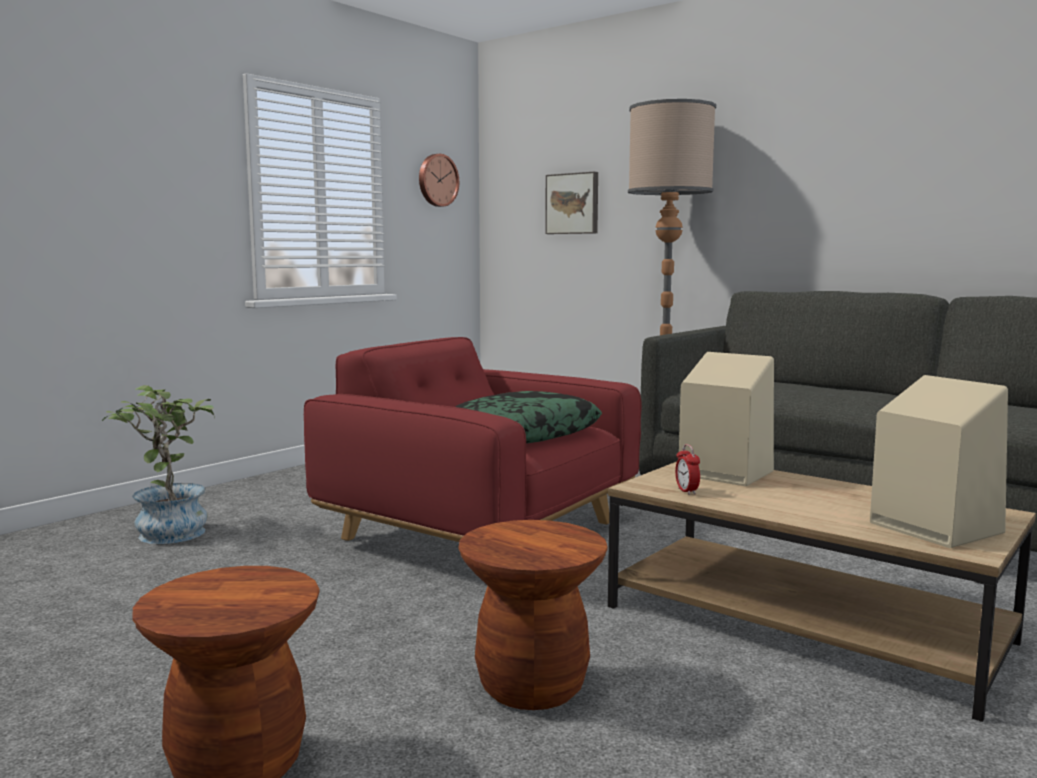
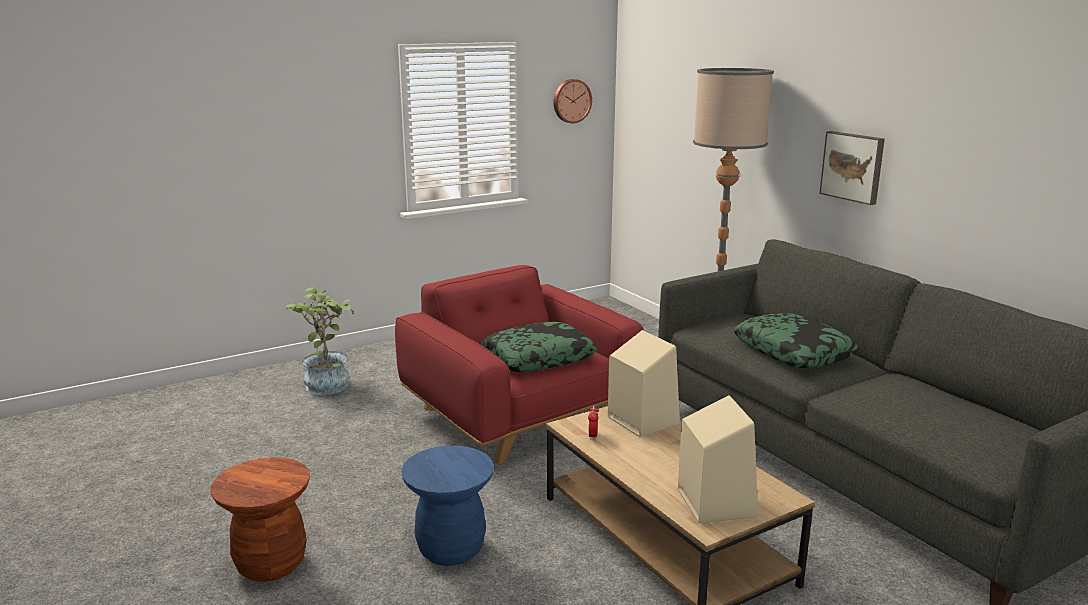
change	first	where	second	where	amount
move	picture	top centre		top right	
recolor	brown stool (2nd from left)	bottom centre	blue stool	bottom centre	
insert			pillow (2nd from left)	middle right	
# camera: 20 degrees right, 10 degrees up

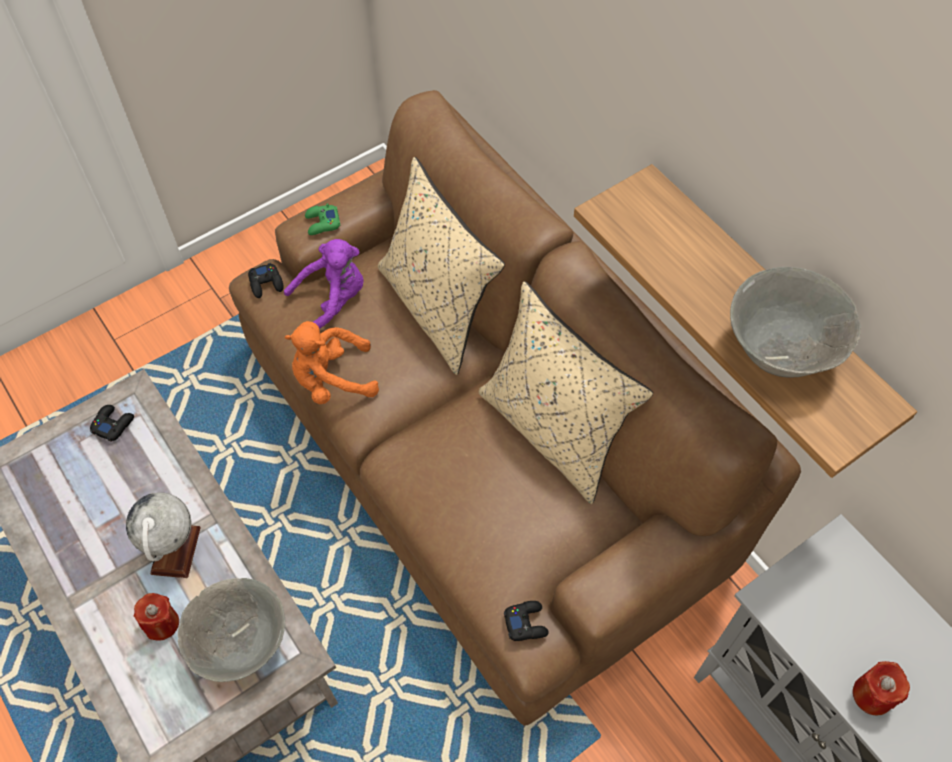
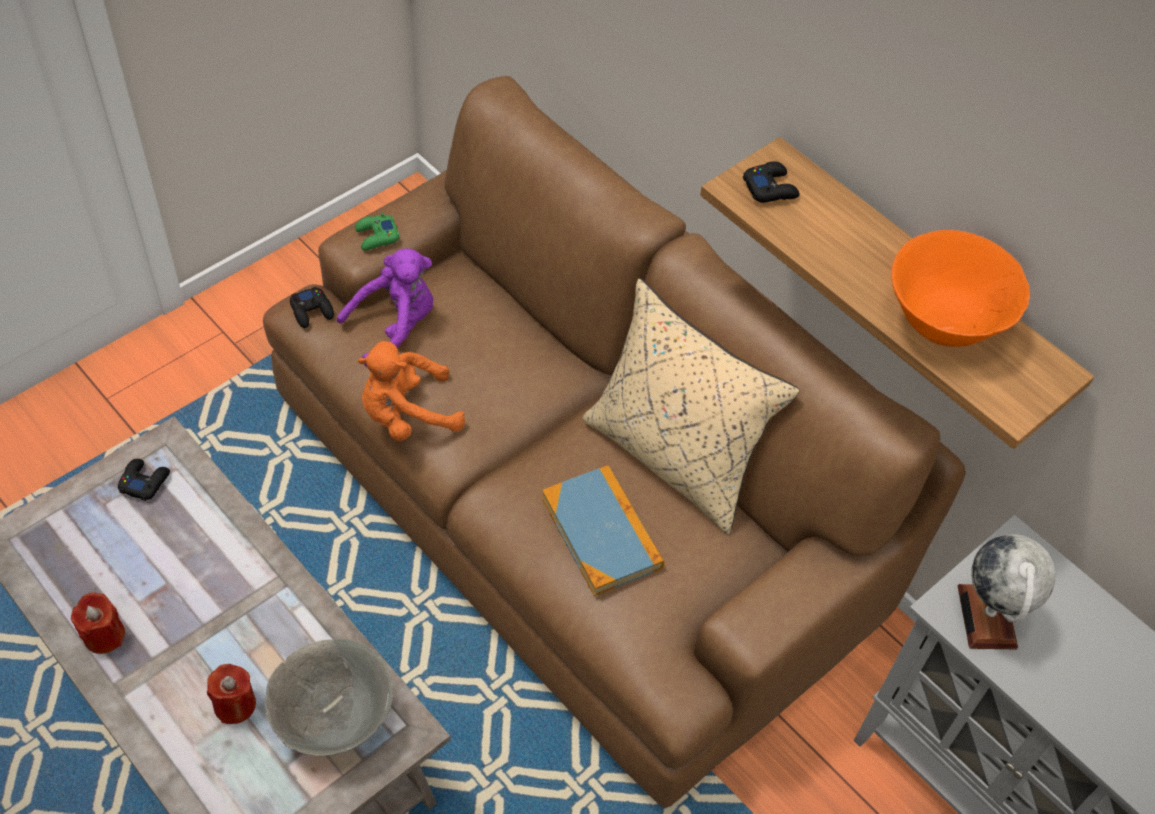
change	first	where	second	where	amount
delete	beige pillow (1st from left)	centre			
recolor	grey bowl (2nd from left)	middle right	orange bowl	middle right	
move	globe	bottom left		bottom right	
move	black game controller (3rd from left)	bottom centre		top right	
move	red candle (2nd from left in the first image)	bottom right	red candle (1st from left)	bottom left	
insert			book	centre	
# camera: 10 degrees left, 5 degrees down

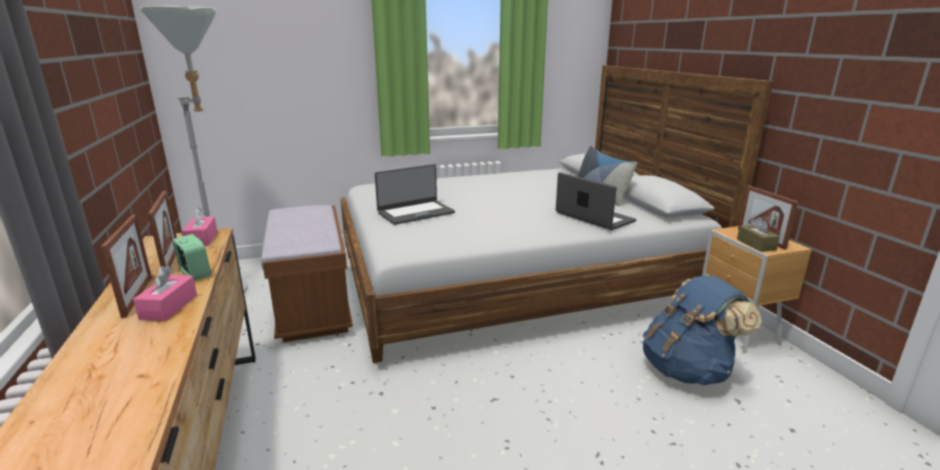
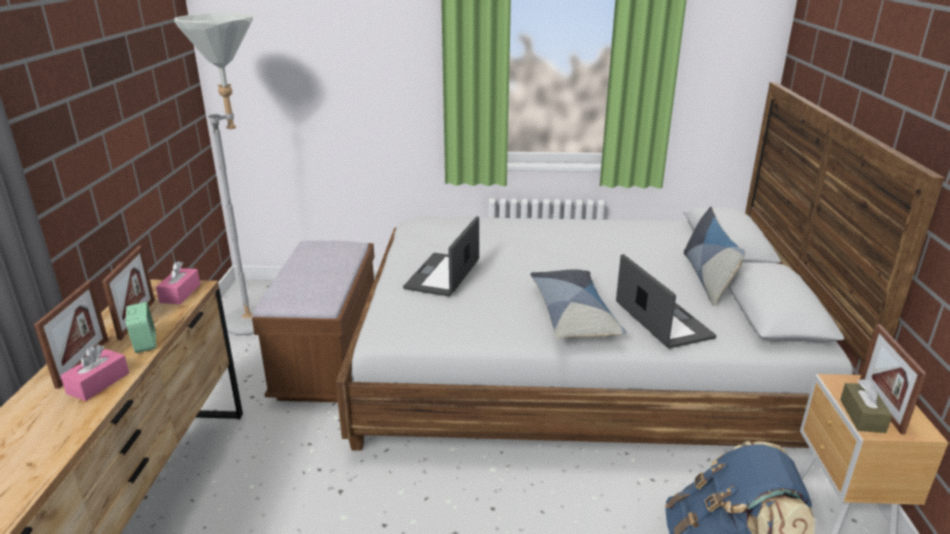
change	first	where	second	where	amount
rotate	laptop (1st from left)	centre		centre	120 degrees clockwise
insert			pillow (1st from left)	centre	
# camera: 20 degrees right, 5 degrees up

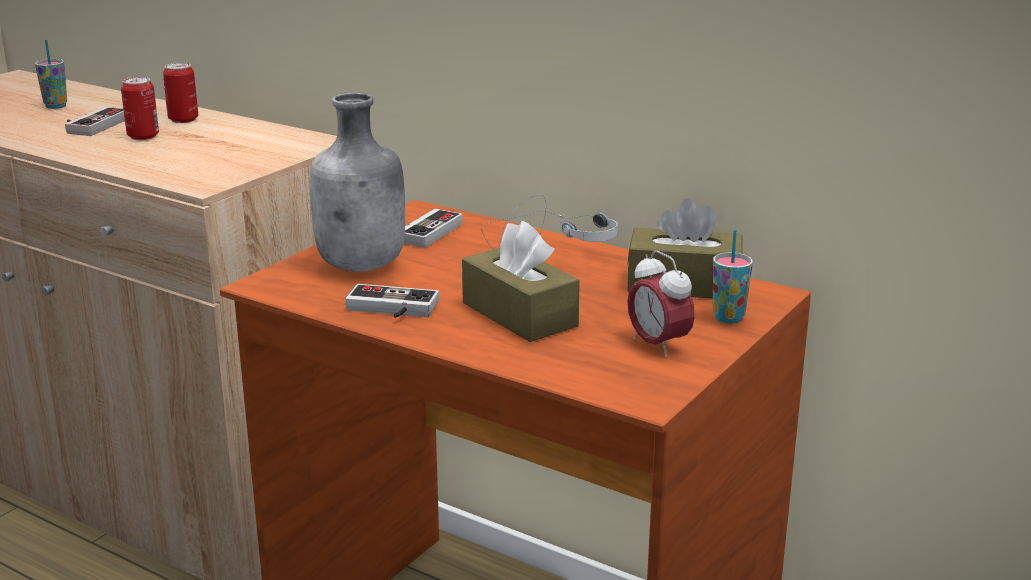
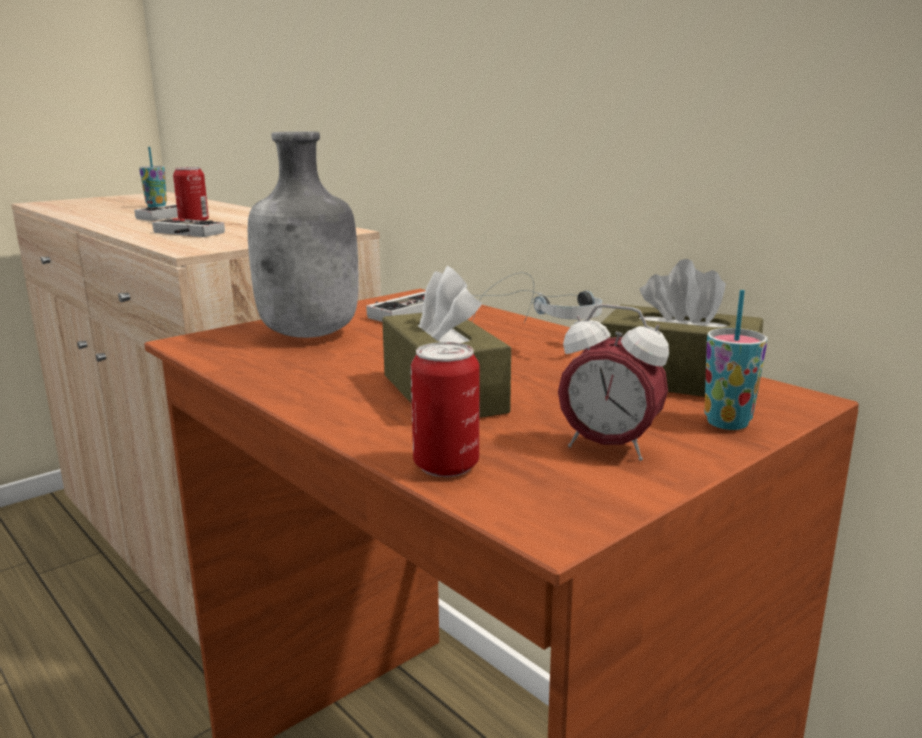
change	first	where	second	where	amount
move	can (2nd from left)	top left		centre	
rotate	alarm clock	centre		centre	45 degrees counterclockwise
move	game controller (2nd from left)	centre		top left	
# camera: 15 degrees right, 5 degrees down

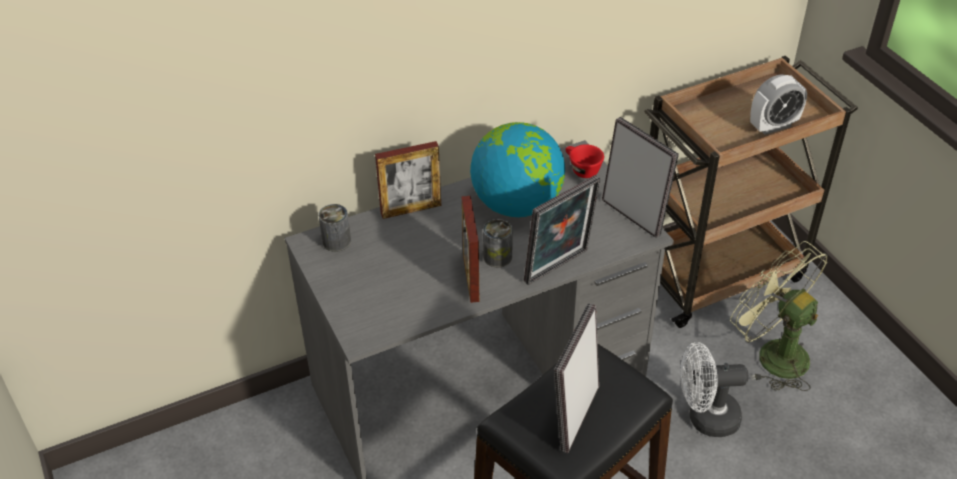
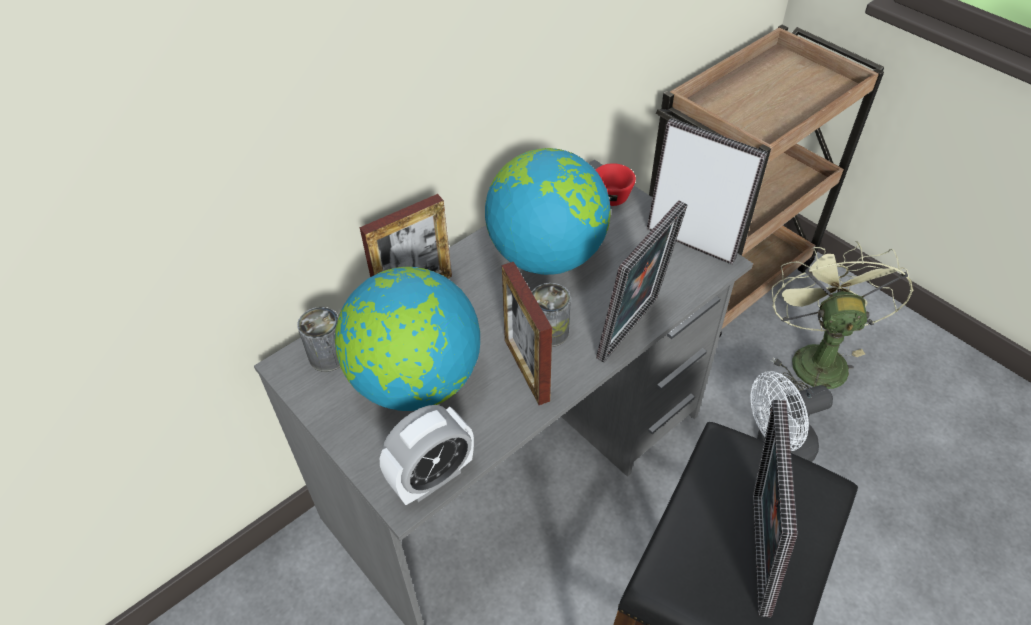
change	first	where	second	where	amount
move	alarm clock	top right		bottom centre	
rotate	green fan	middle right		middle right	60 degrees clockwise
insert			globe (1st from left)	centre	
# camera: 15 degrees left, 5 degrees up

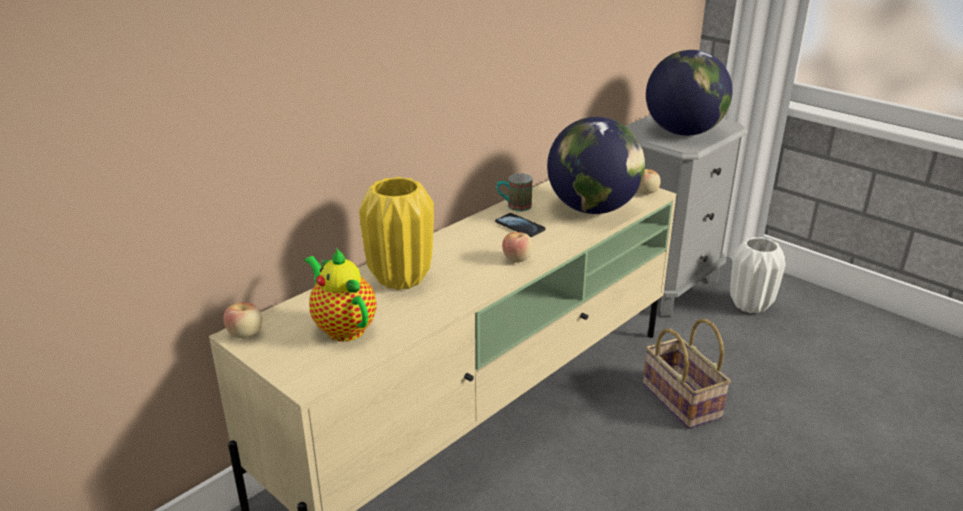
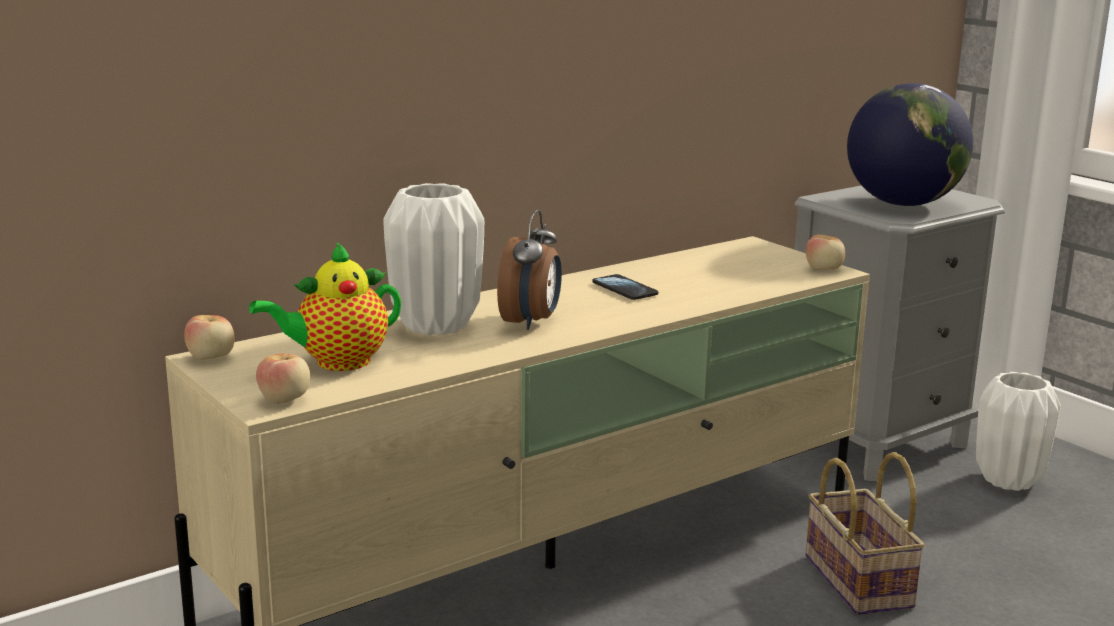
change	first	where	second	where	amount
delete	globe (1st from left)	top centre			
delete	mug	centre			
recolor	yellow vase	centre	white vase (1st from left)	centre	
move	apple (2nd from left)	centre		middle left	
rotate	teapot	centre		middle left	90 degrees counterclockwise
insert			alarm clock	centre	
# camera: 10 degrees right, 10 degrees down

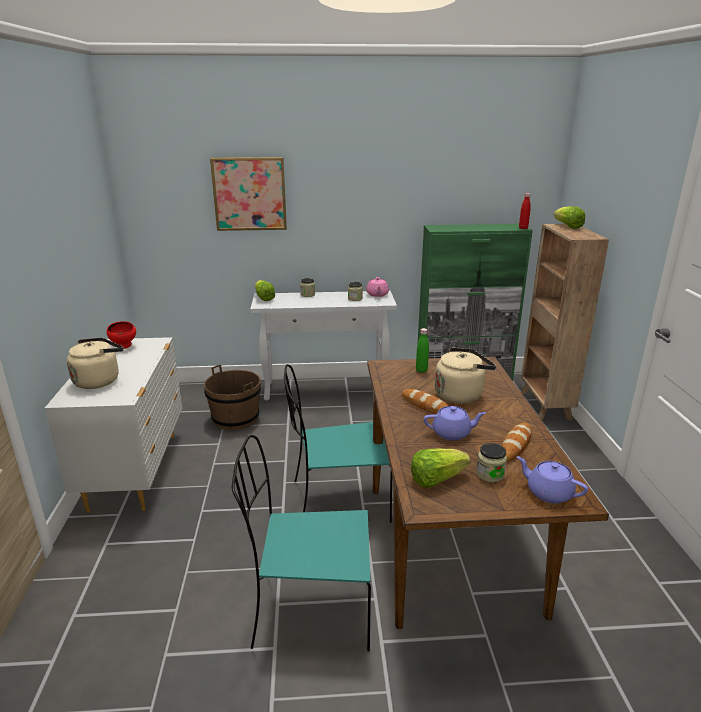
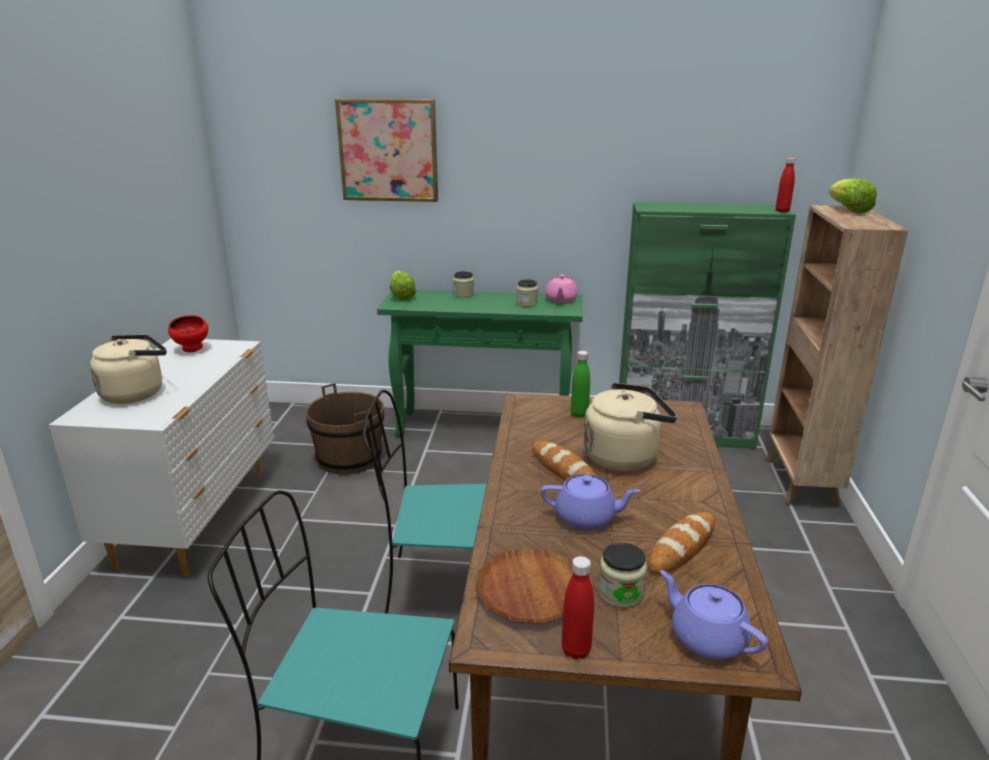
change	first	where	second	where	amount
recolor	white console table	centre	green console table	centre	
replace	lettuce (2nd from left)	centre	brown plate	bottom centre	
insert			red bottle (1st from left)	bottom centre	
# camera: 10 degrees right, 0 degrees up

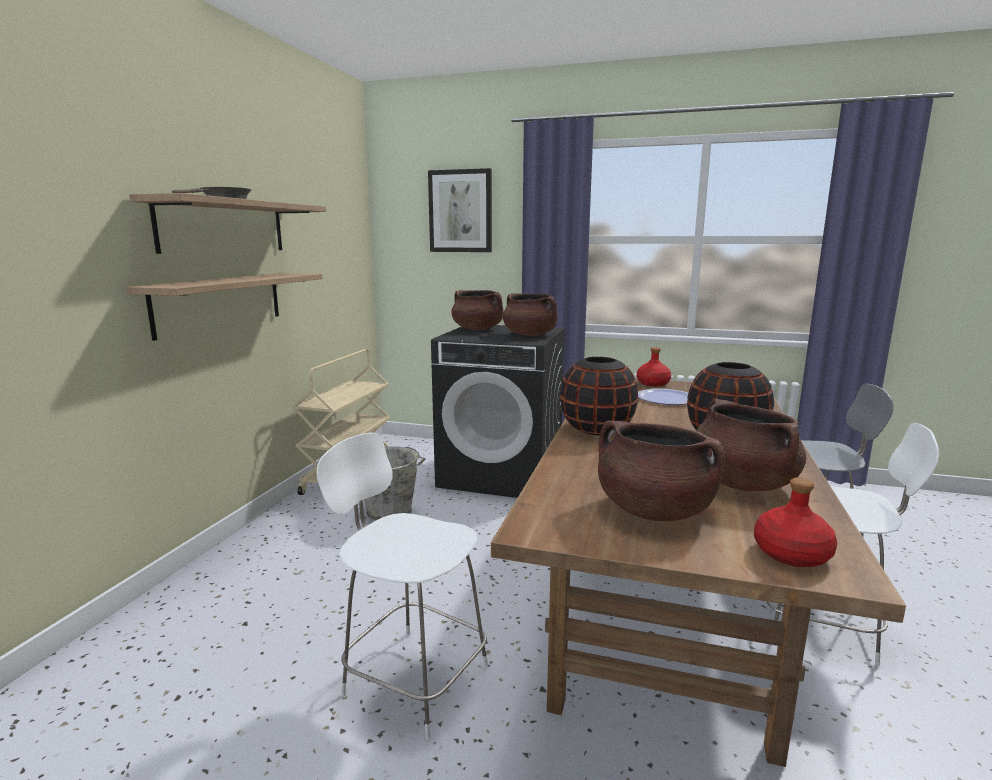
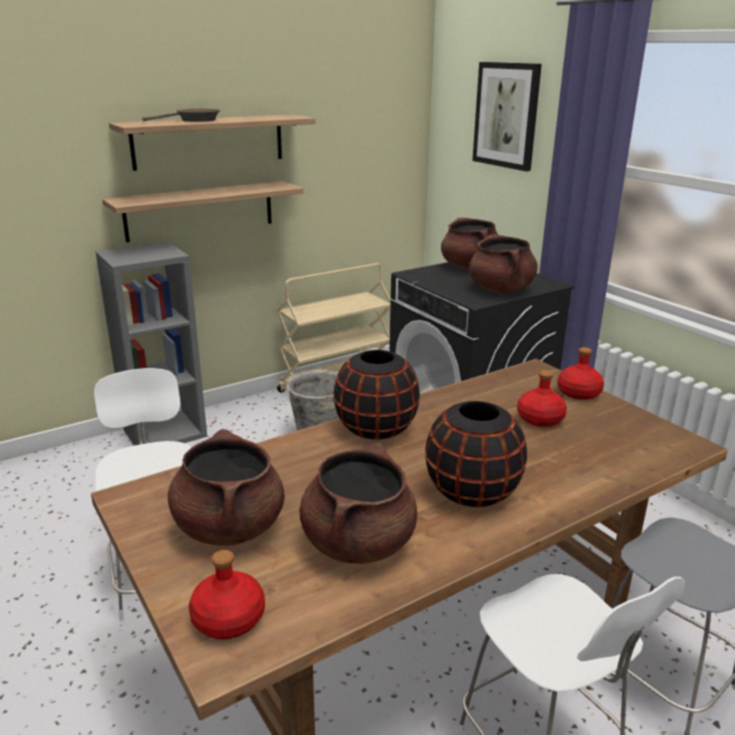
change	first	where	second	where	amount
replace	plate	middle right	red bottle (2nd from left)	middle right	
insert			grey bookcase	middle left	
# camera: 40 degrees right, 10 degrees up

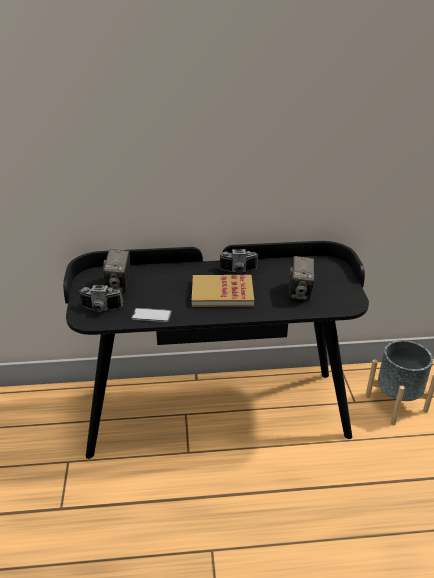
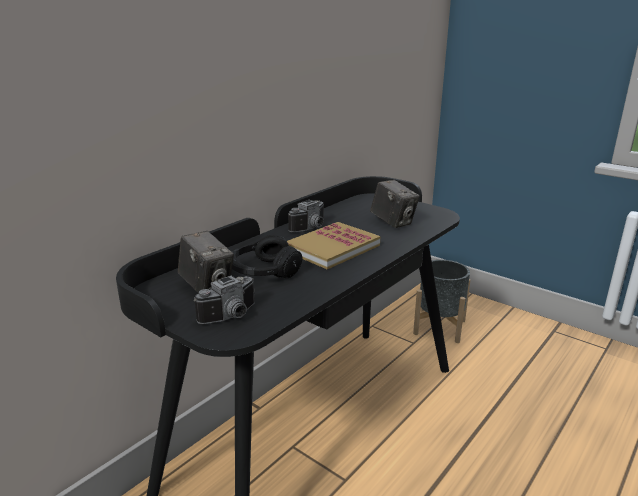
change	first	where	second	where	amount
delete	phone	centre			
insert			black headphones	centre	
# camera: 45 degrees left, 10 degrees down

